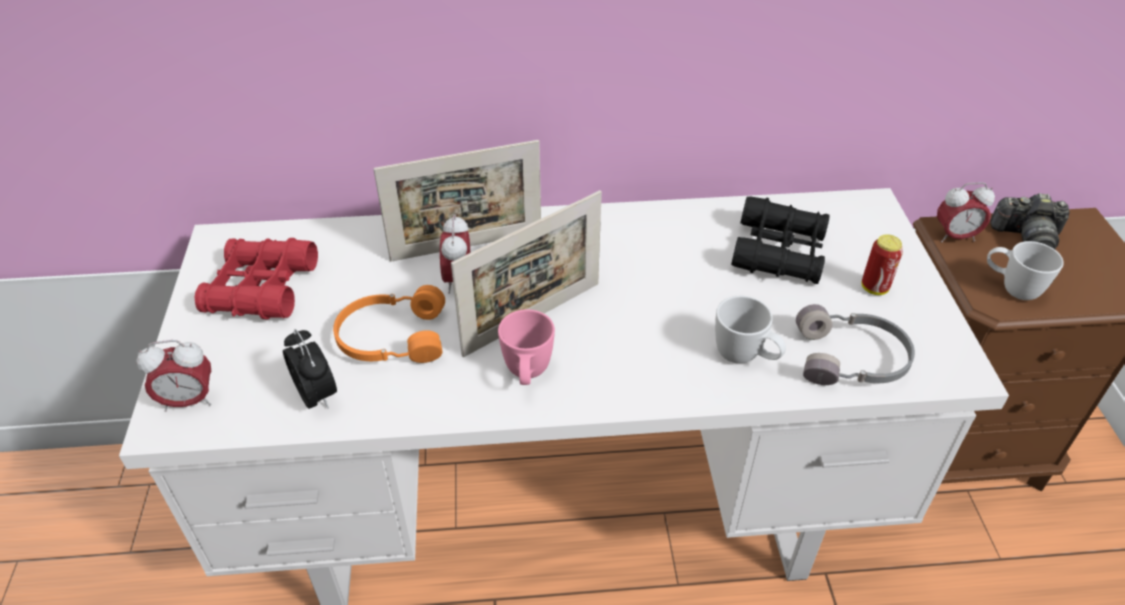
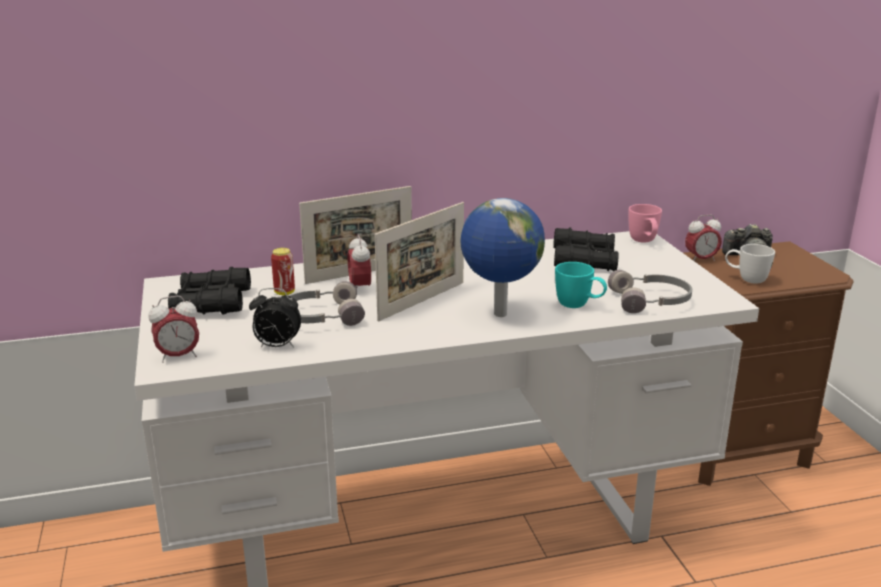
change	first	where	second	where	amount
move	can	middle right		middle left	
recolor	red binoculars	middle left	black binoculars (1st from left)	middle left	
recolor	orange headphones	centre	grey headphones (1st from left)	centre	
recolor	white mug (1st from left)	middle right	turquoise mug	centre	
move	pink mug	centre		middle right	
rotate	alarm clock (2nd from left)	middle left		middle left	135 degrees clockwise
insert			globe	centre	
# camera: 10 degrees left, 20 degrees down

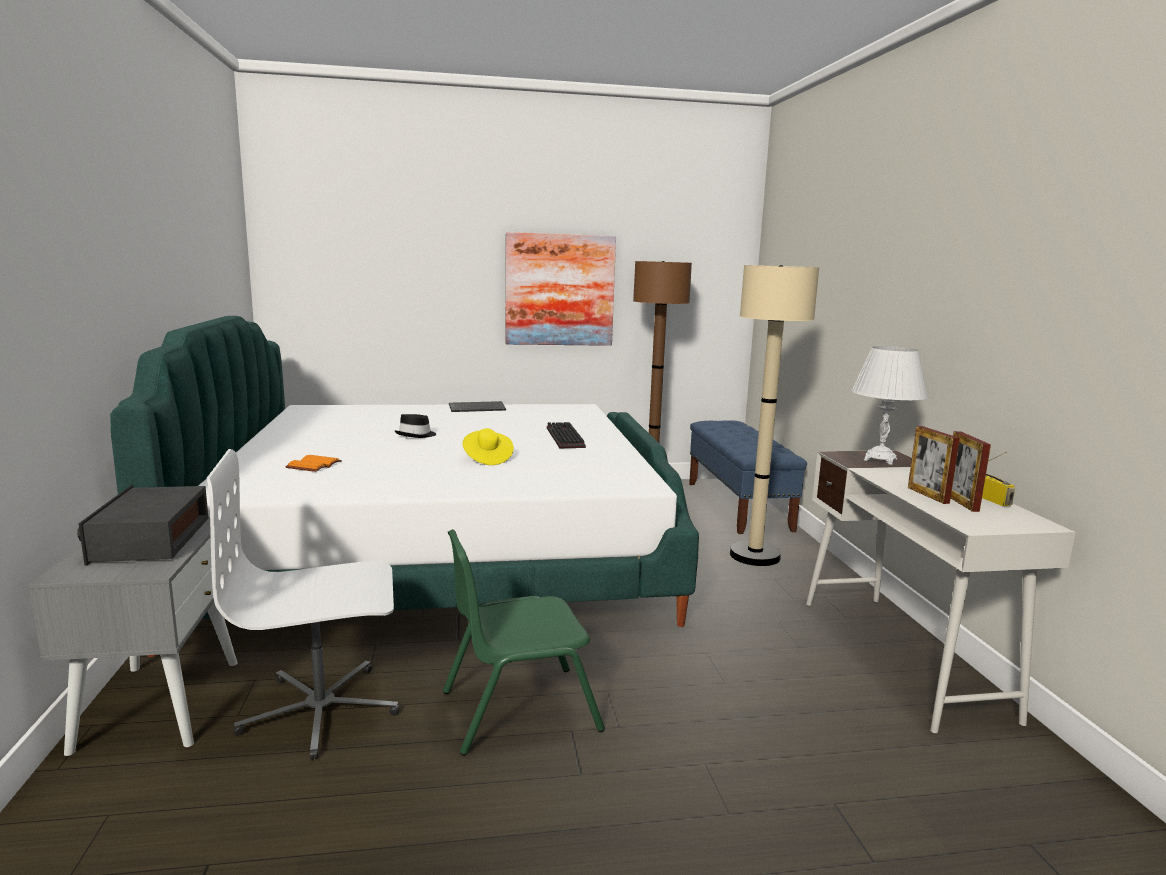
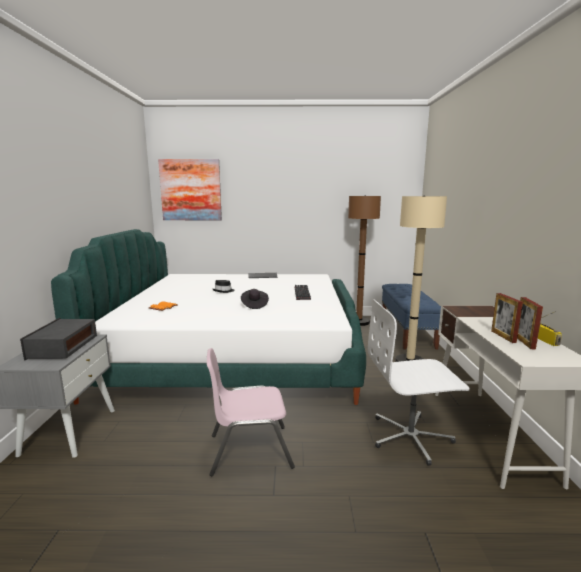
change	first	where	second	where	amount
move	picture	top centre		top left	
delete	white table lamp	middle right			
recolor	yellow hat	centre	black hat (2nd from left)	centre	
move	white office chair	bottom left		bottom right	
recolor	green chair	bottom centre	pink chair	bottom centre	
# camera: 10 degrees right, 0 degrees up

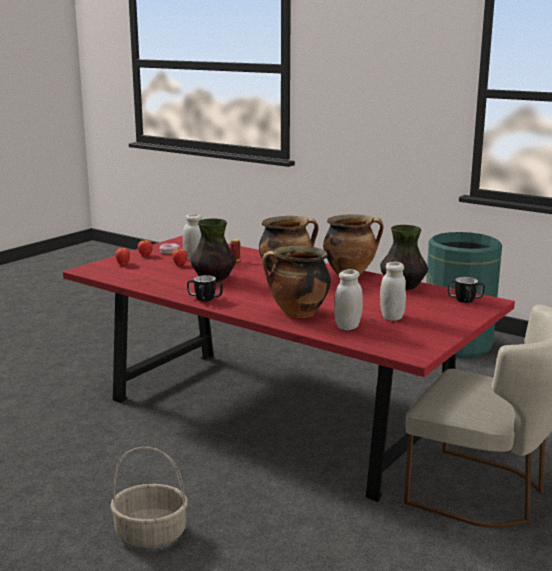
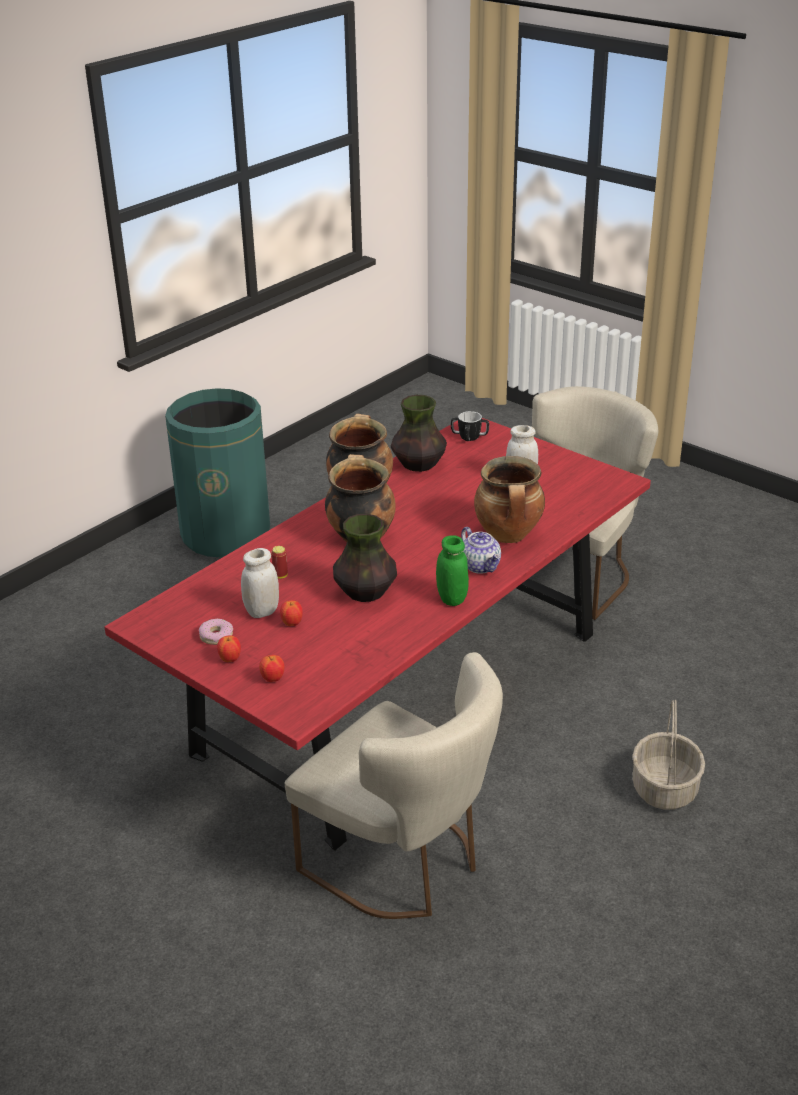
change	first	where	second	where	amount
delete	white jar (2nd from left)	centre			
replace	mug (1st from left)	centre	green jar	centre	
insert			teapot	centre	
insert			beige chair (1st from left)	bottom centre	
# camera: 85 degrees left, 15 degrees up

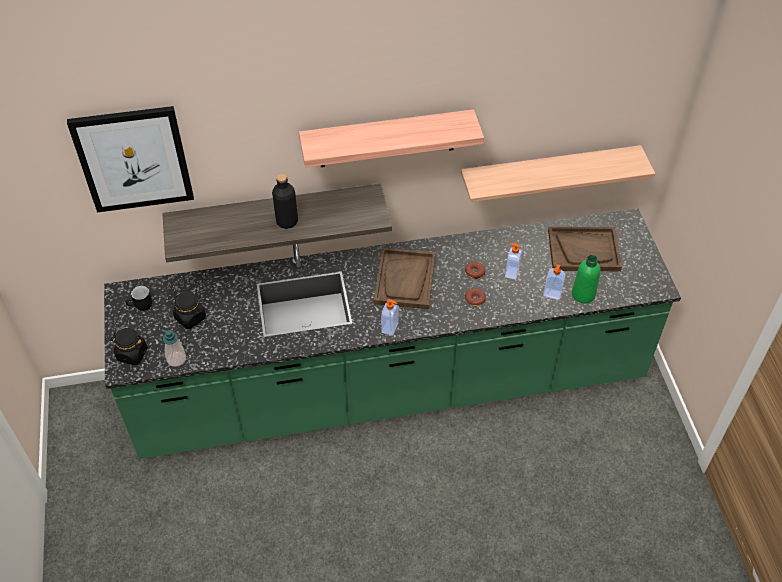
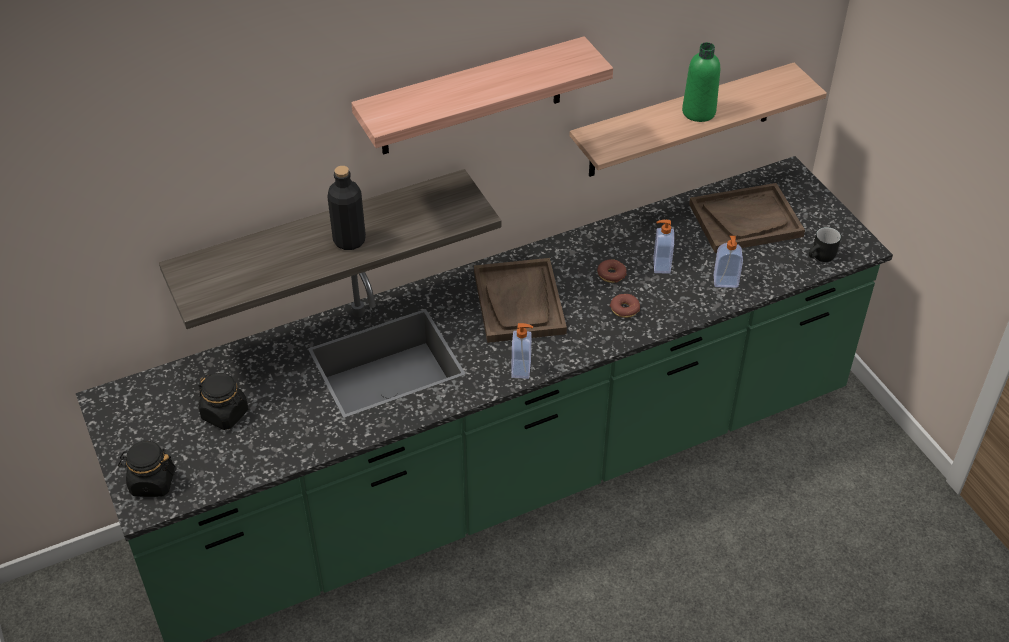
change	first	where	second	where	amount
delete	picture	top left			
move	green bottle	middle right		top right	
move	black mug	middle left		middle right	
delete	soap dispenser (1st from left)	middle left			
# camera: 15 degrees left, 5 degrees down

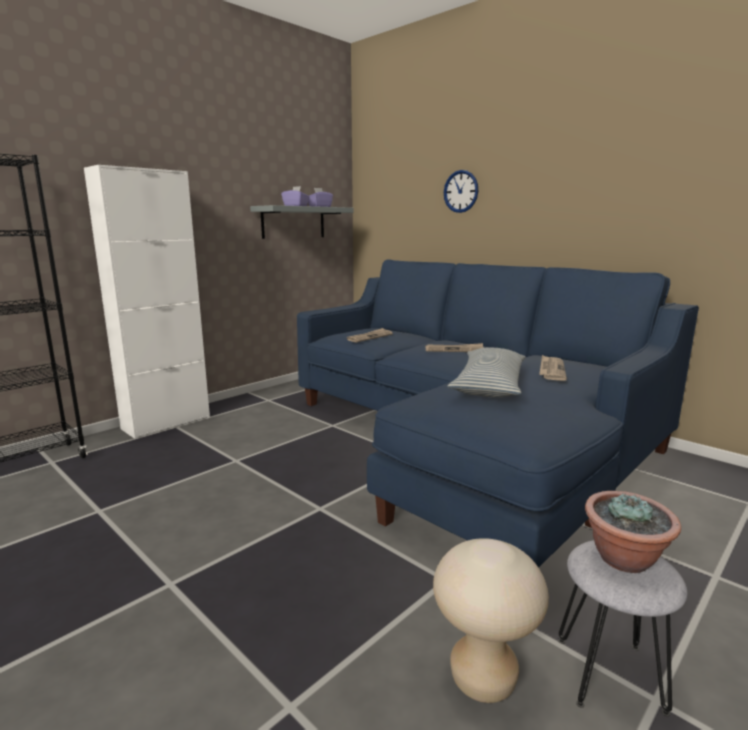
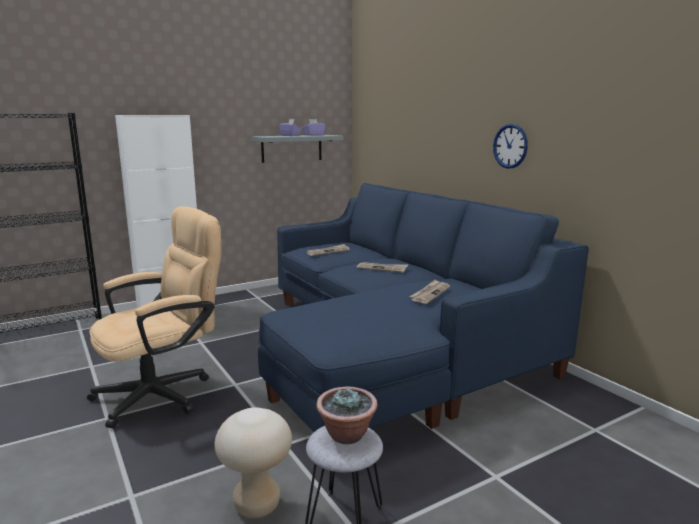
change	first	where	second	where	amount
move	wall clock	top centre		top right	
delete	pillow	centre			
insert			beige office chair	middle left	
# camera: 15 degrees right, 0 degrees up

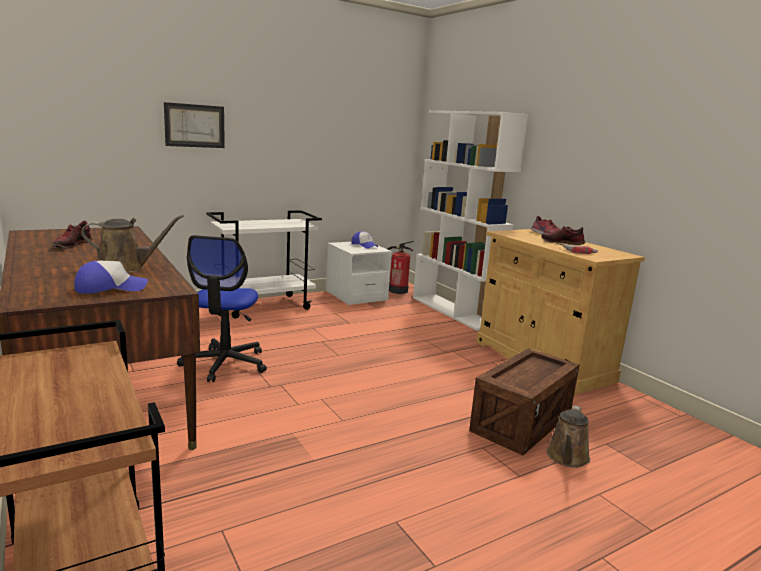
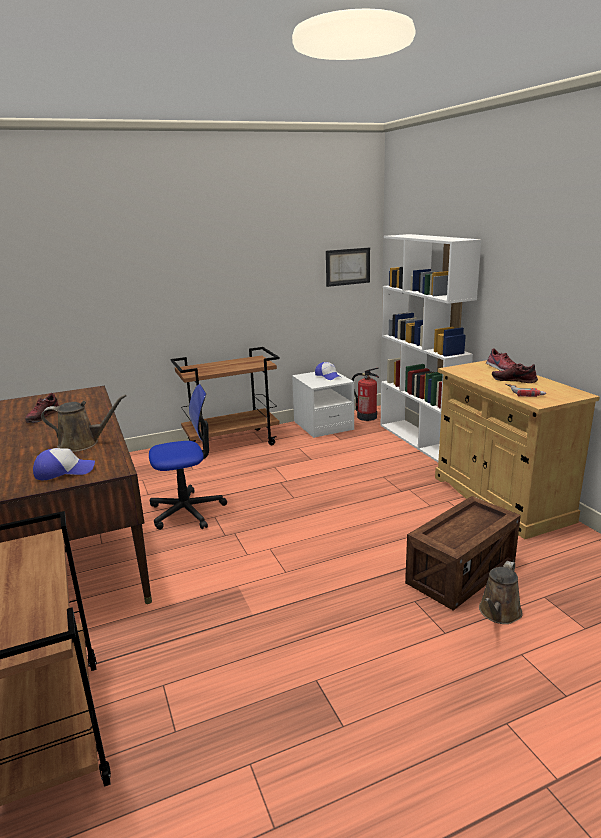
change	first	where	second	where	amount
move	picture	top left		top centre	
recolor	white cart	centre	brown cart (2nd from left)	centre	
rotate	office chair	middle left		middle left	120 degrees counterclockwise
# camera: 10 degrees right, 5 degrees up

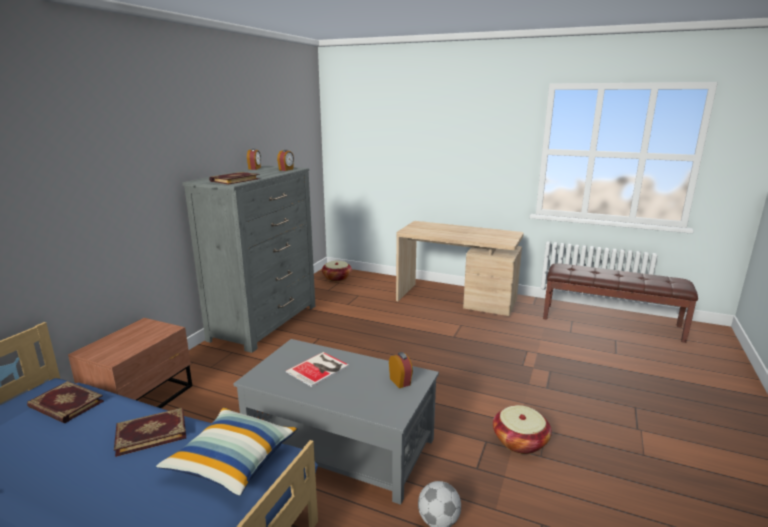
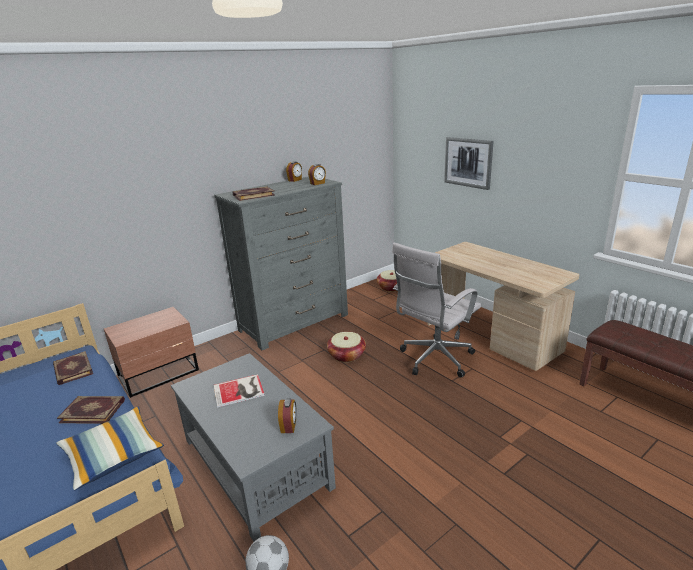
change	first	where	second	where	amount
move	basket (2nd from left in the first image)	bottom right	basket (1st from left)	centre	
insert			picture	top right	
insert			white office chair	centre	
# camera: 30 degrees right, 5 degrees up

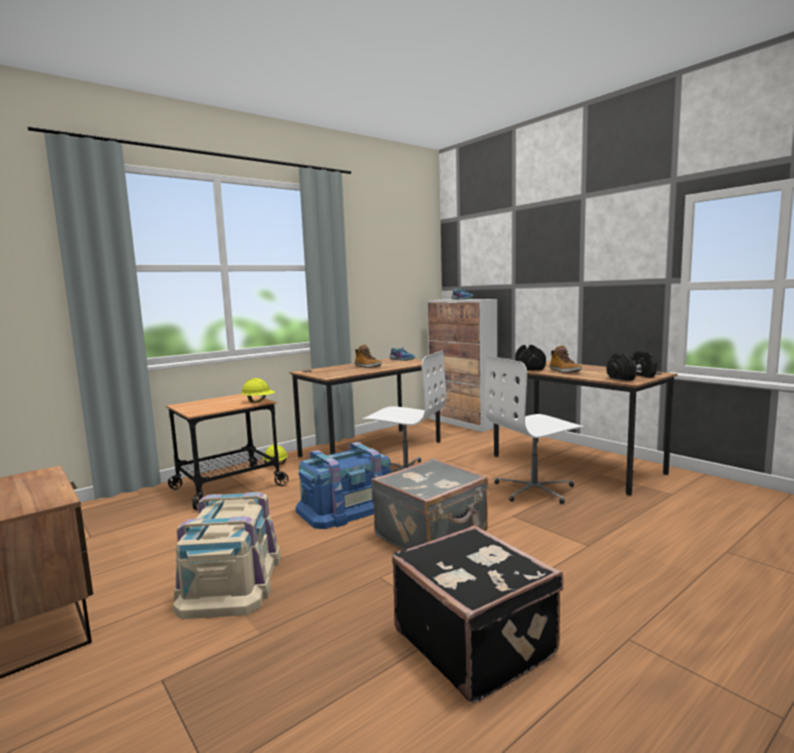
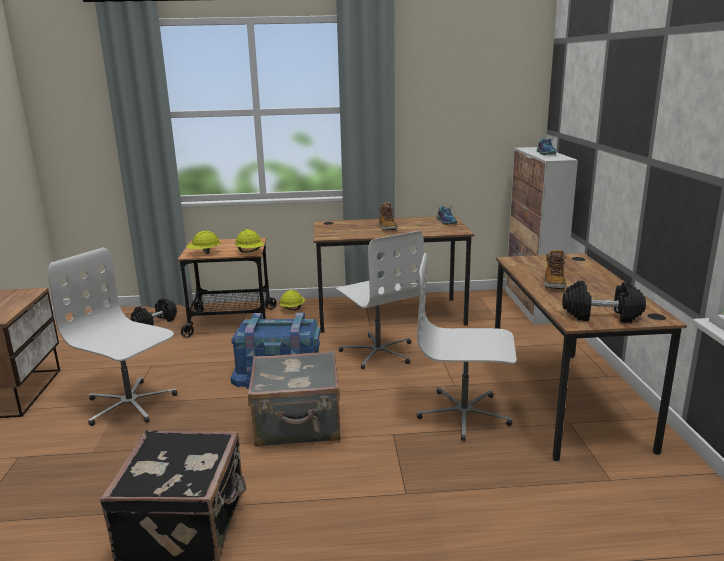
change	first	where	second	where	amount
move	black dumbbell (1st from left)	middle right		middle left	
replace	beige storage box	bottom left	white office chair (1st from left)	middle left	
insert			yellow hard hat (1st from left)	middle left	
# camera: 35 degrees right, 10 degrees up

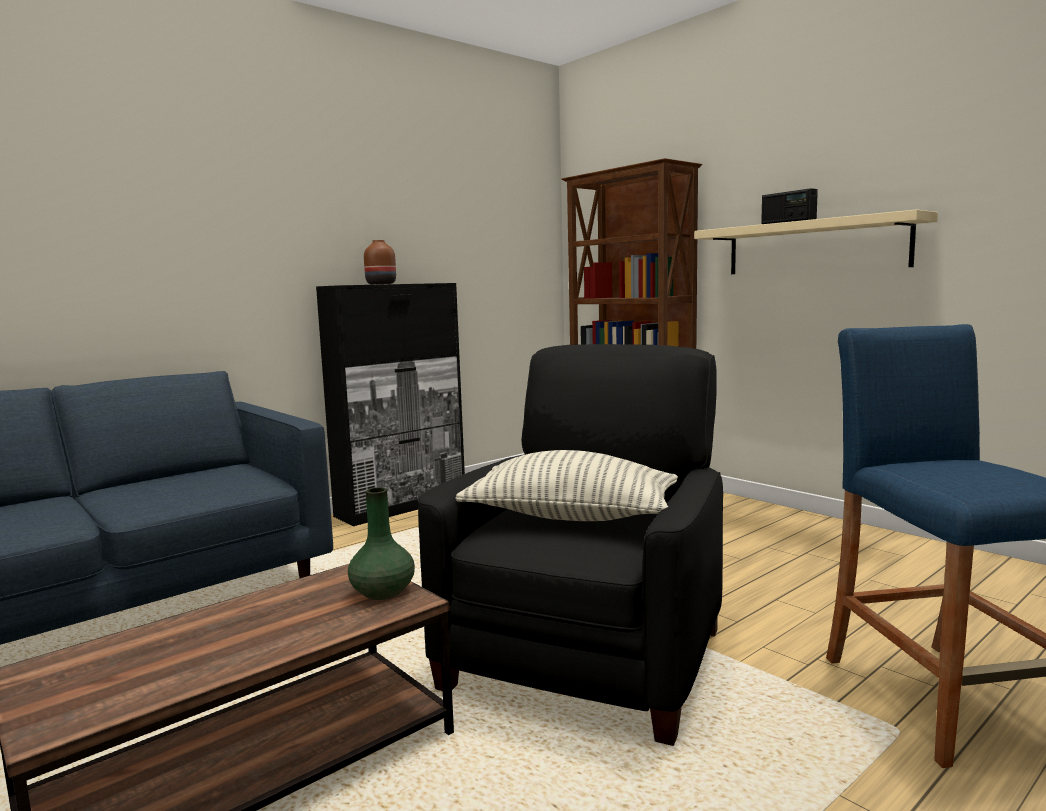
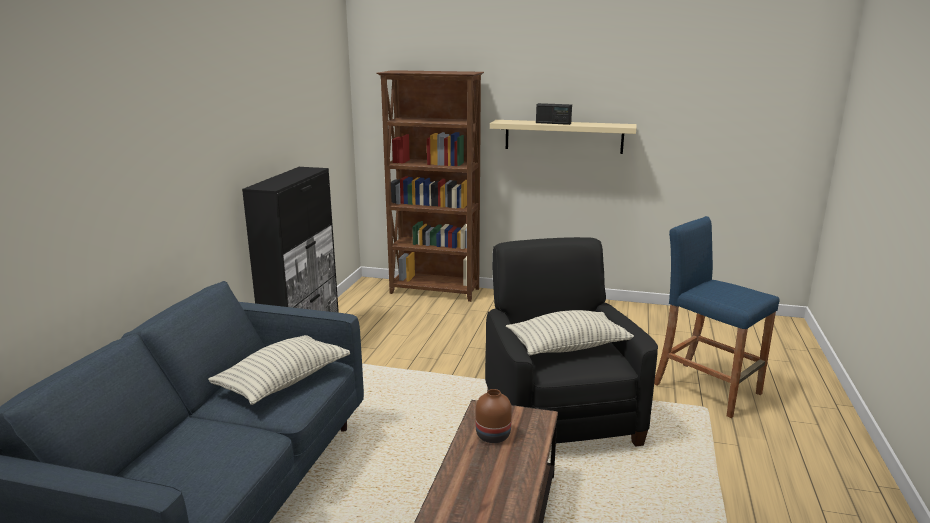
change	first	where	second	where	amount
move	brown vase	top centre		bottom centre	
delete	green vase	bottom centre			
insert			pillow (1st from left)	bottom left	
# camera: 35 degrees left, 10 degrees up

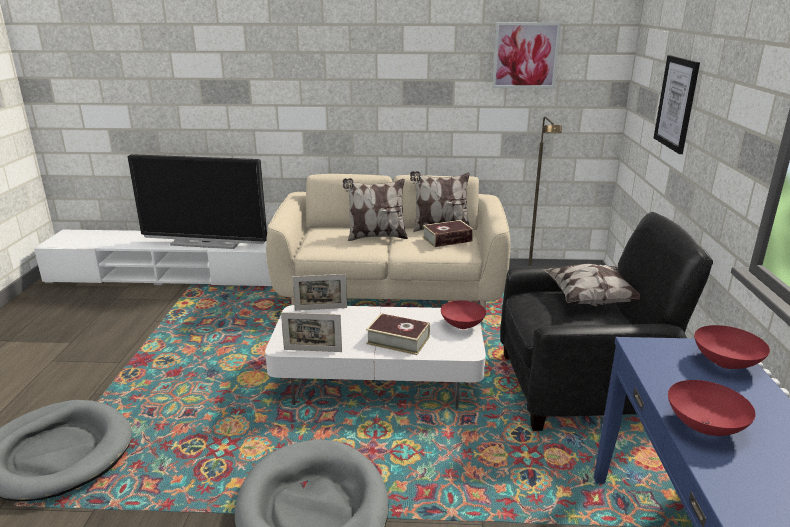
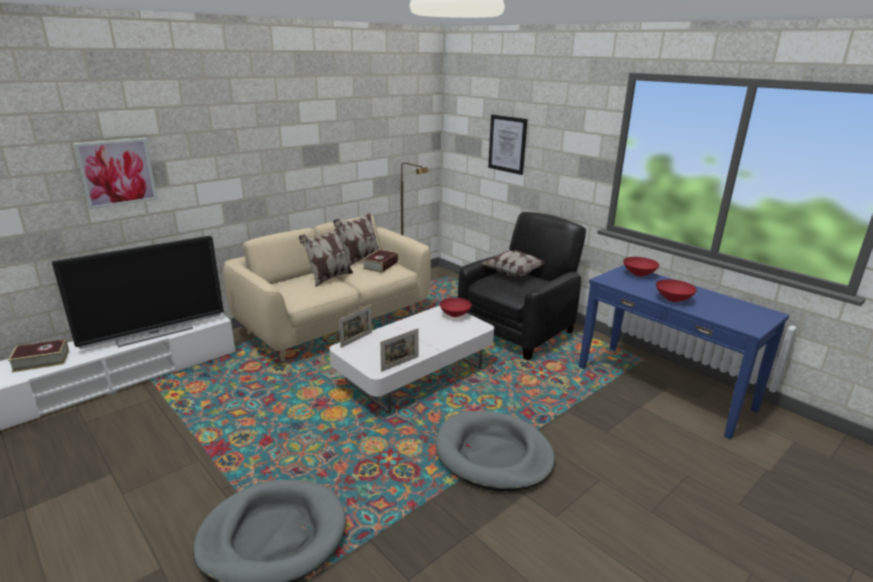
change	first	where	second	where	amount
move	picture (1st from left)	top centre		top left	
move	book (1st from left)	centre		middle left	
# camera: 45 degrees left, 0 degrees up

